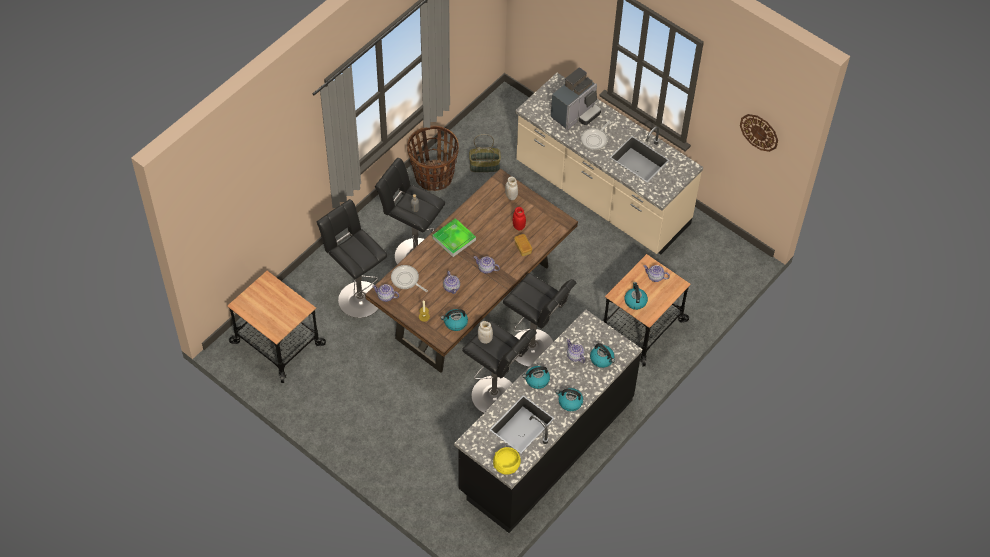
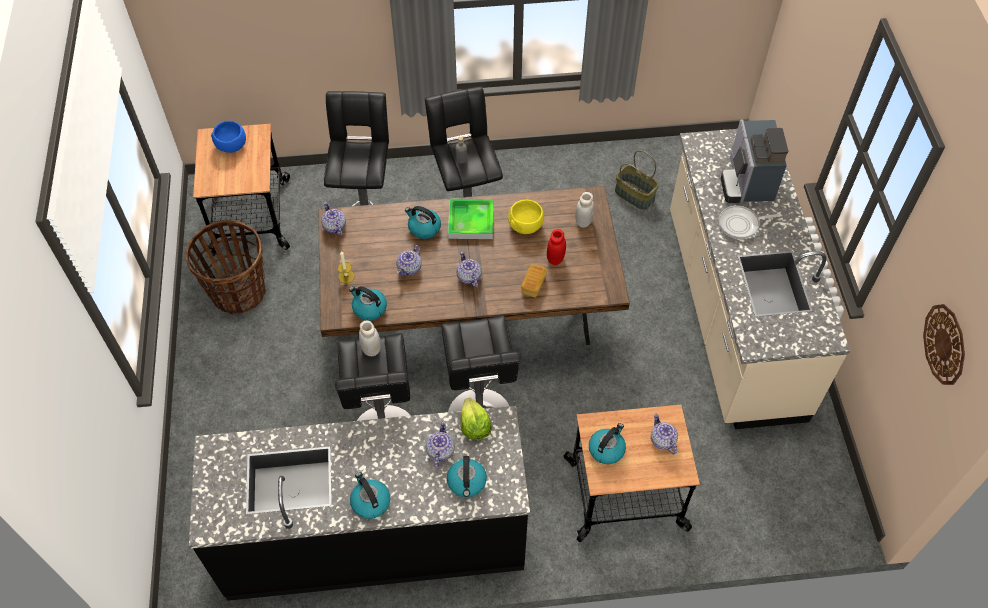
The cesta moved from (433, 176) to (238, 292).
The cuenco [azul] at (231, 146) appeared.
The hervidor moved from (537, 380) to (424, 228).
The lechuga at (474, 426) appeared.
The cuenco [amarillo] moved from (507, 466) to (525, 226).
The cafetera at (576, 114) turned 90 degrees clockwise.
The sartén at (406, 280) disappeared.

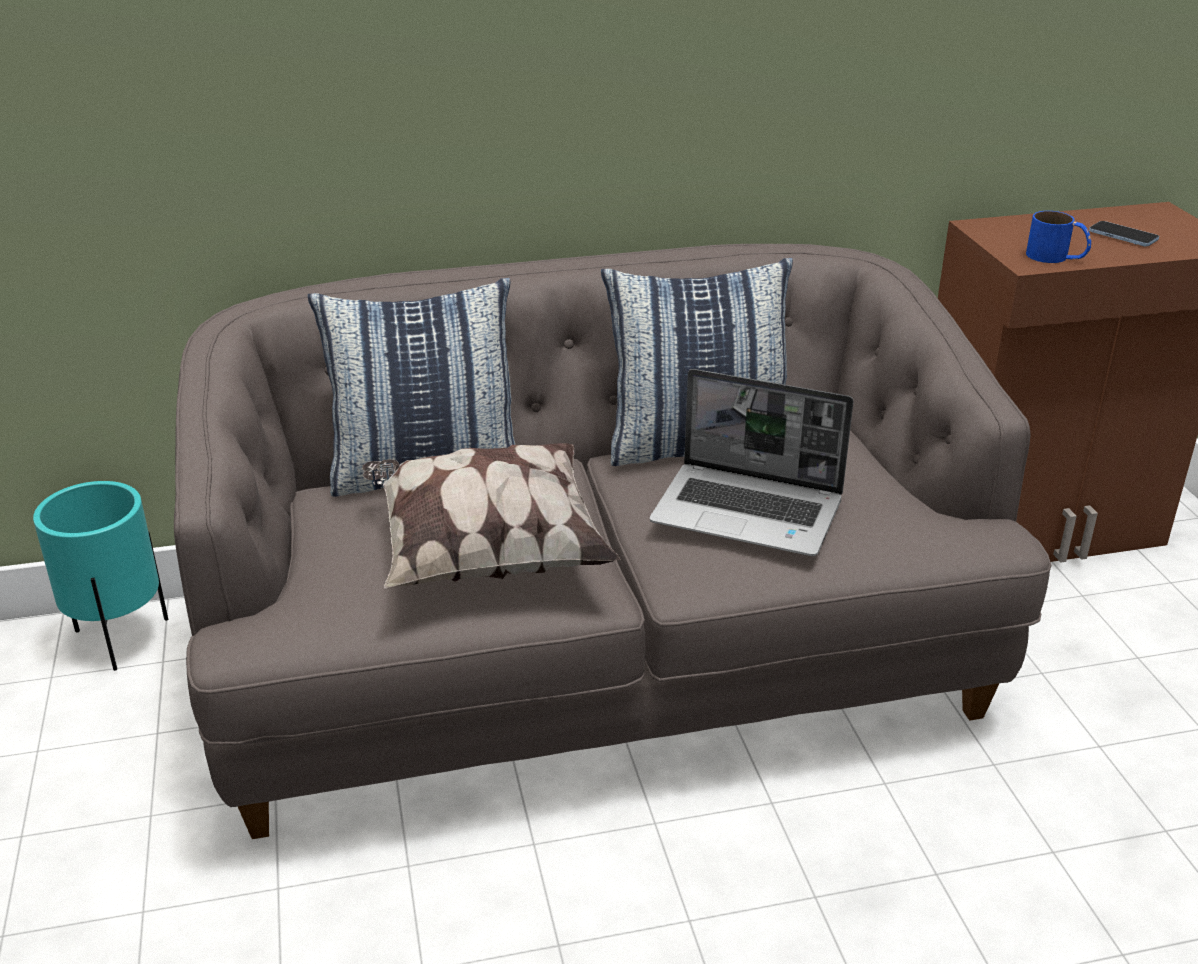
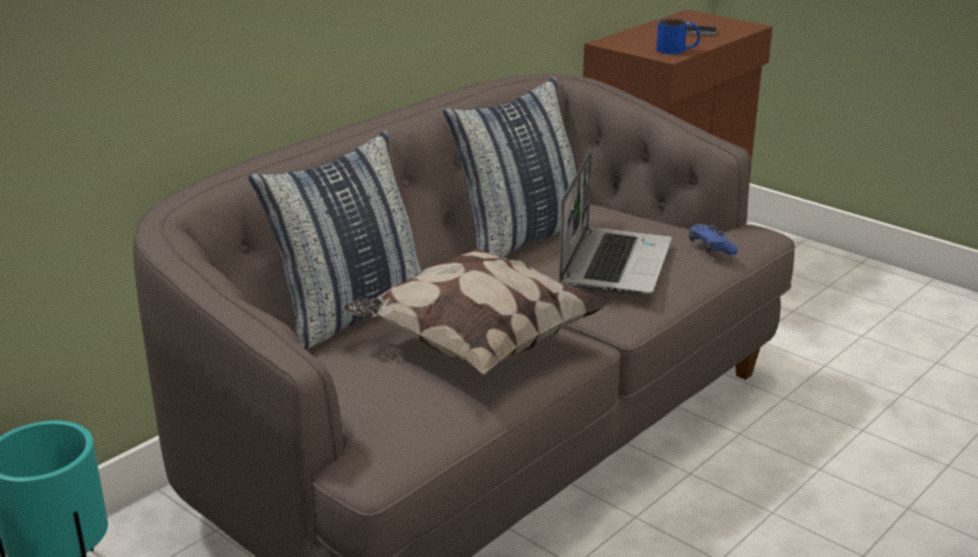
The portátil at (750, 512) turned 60 degrees counterclockwise.
The mando de consola [azul] at (711, 247) appeared.

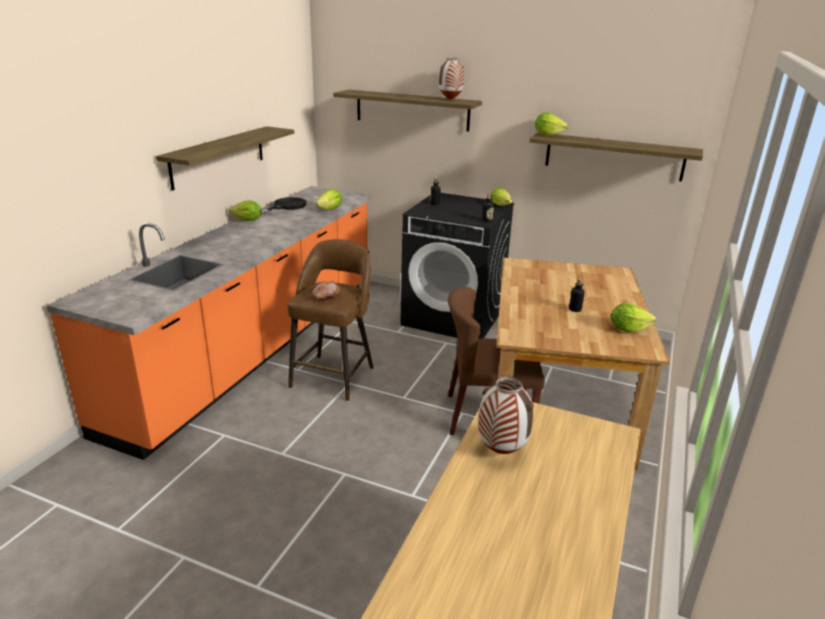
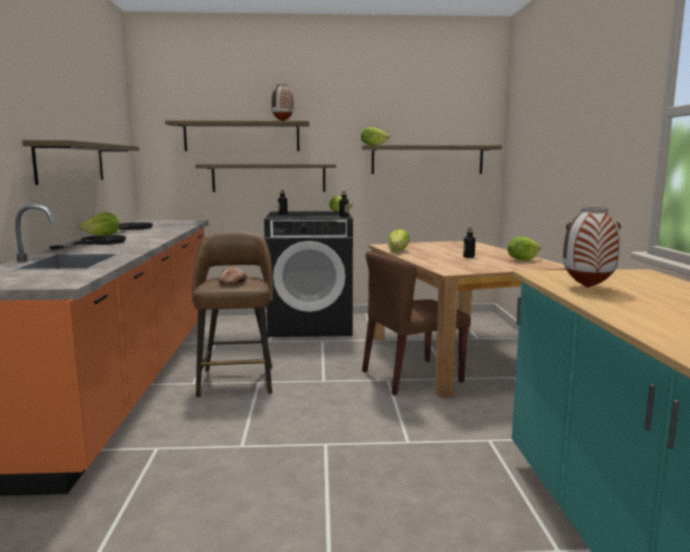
The sartén [negro] at (97, 243) appeared.
The estante at (269, 178) appeared.
The lechuga moved from (330, 209) to (398, 251).

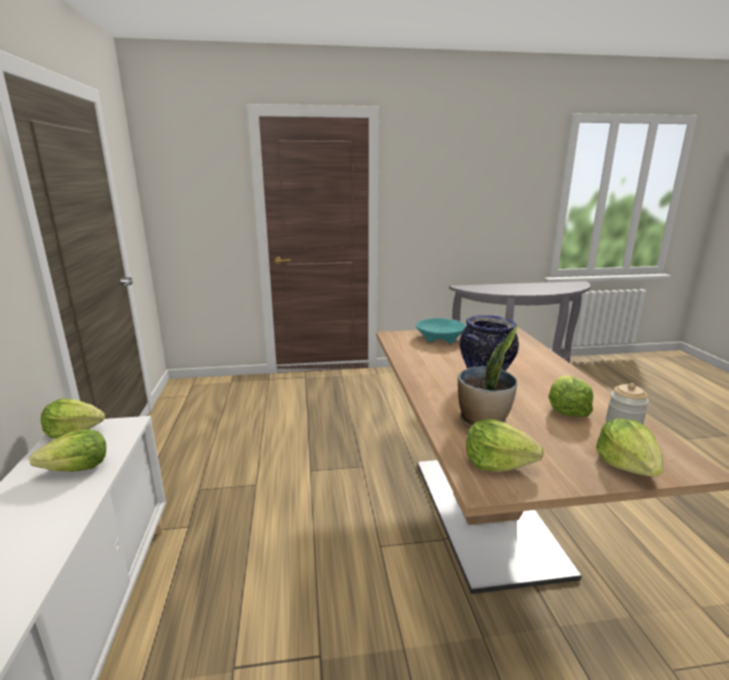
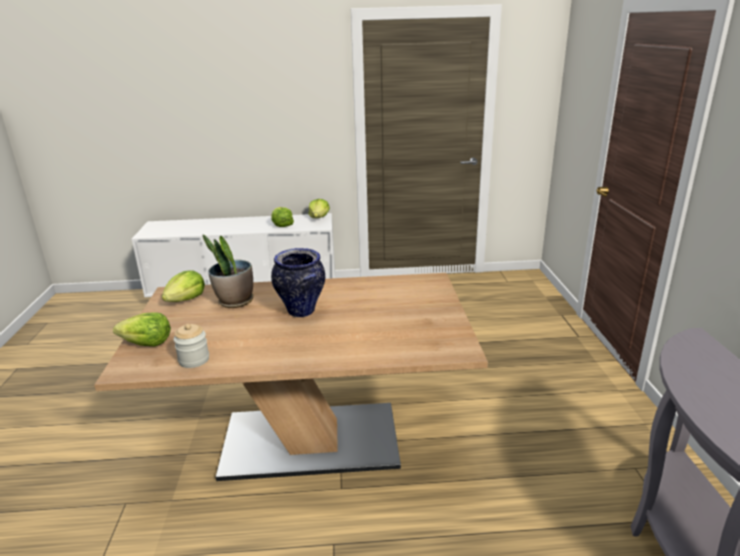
The cuenco [turquesa] at (439, 338) disappeared.
The lechuga at (567, 409) disappeared.

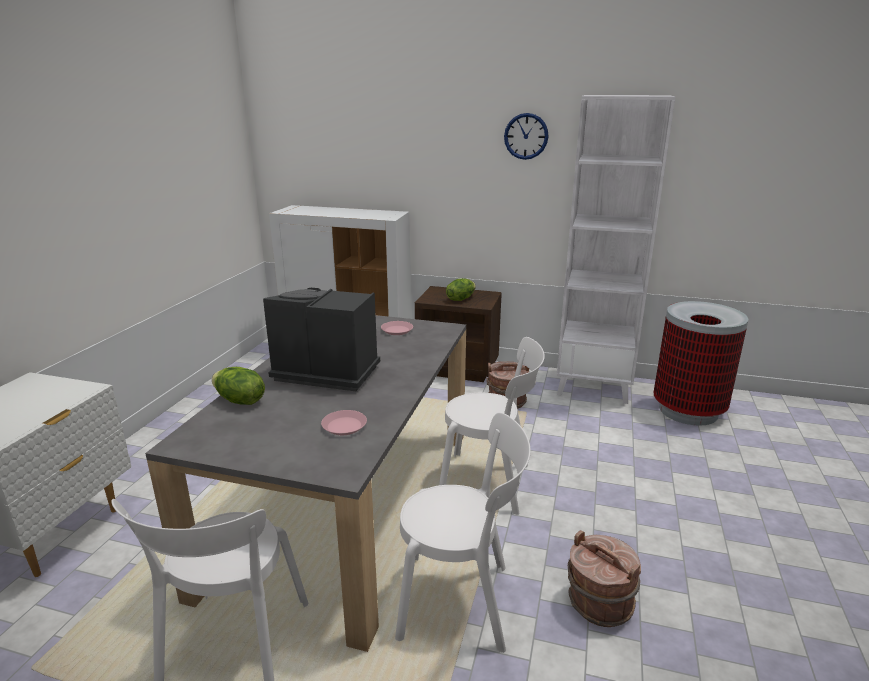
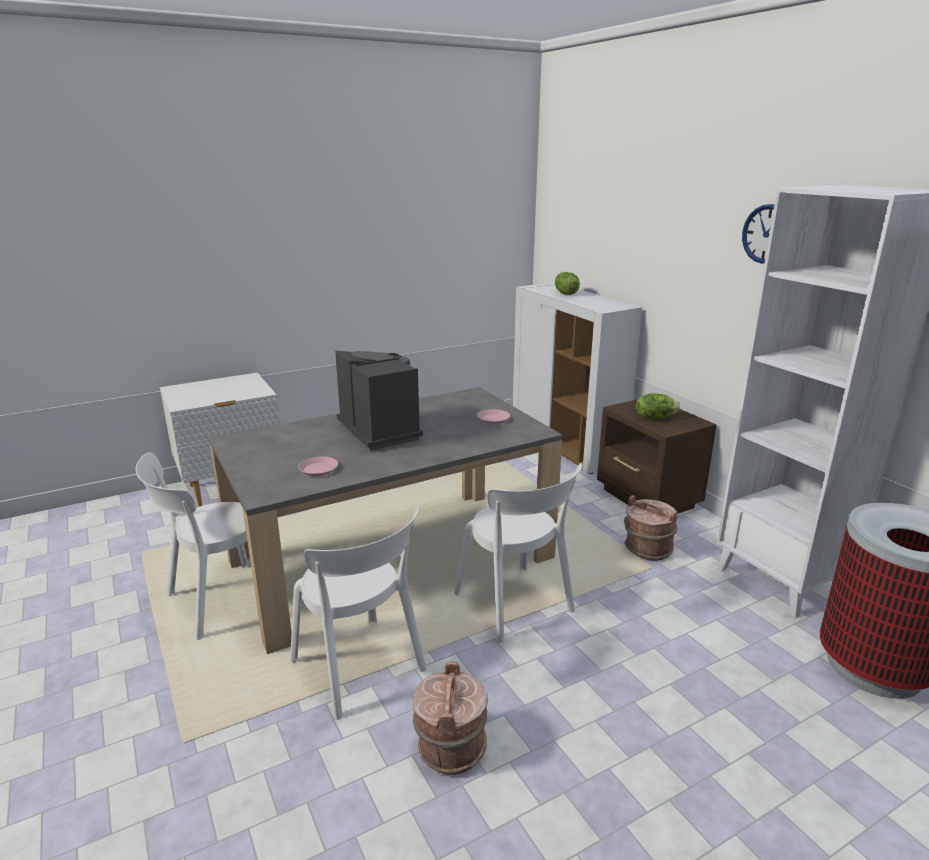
The lechuga moved from (239, 401) to (565, 293).

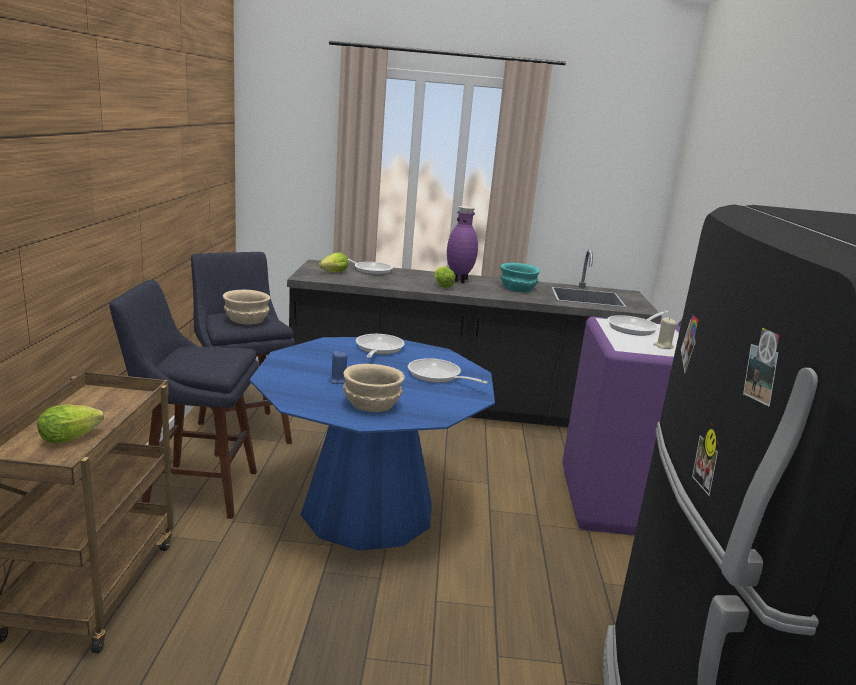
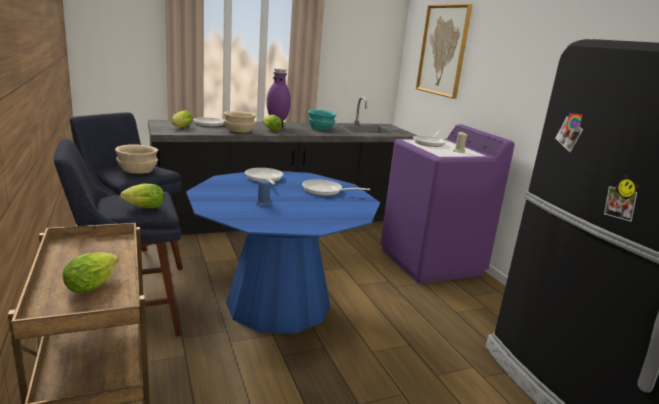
The lechuga at (142, 208) appeared.
The cuenco [beis] moved from (371, 404) to (238, 131).
The cuadro at (443, 50) appeared.

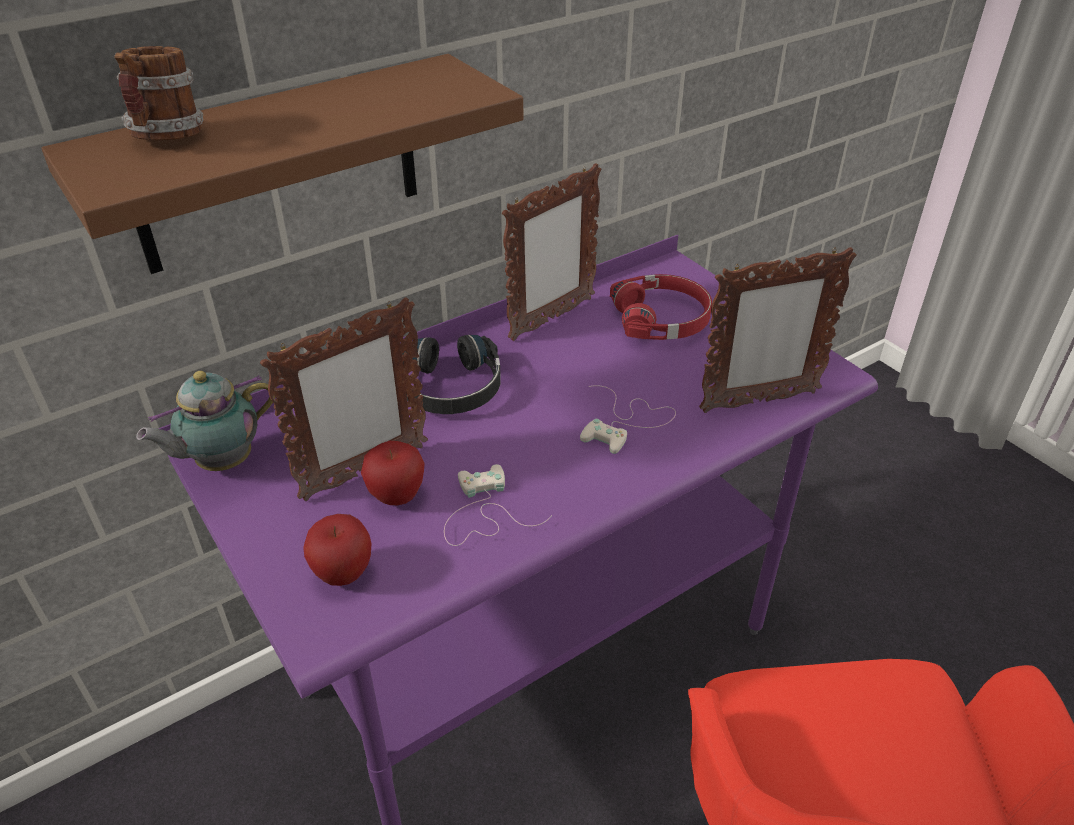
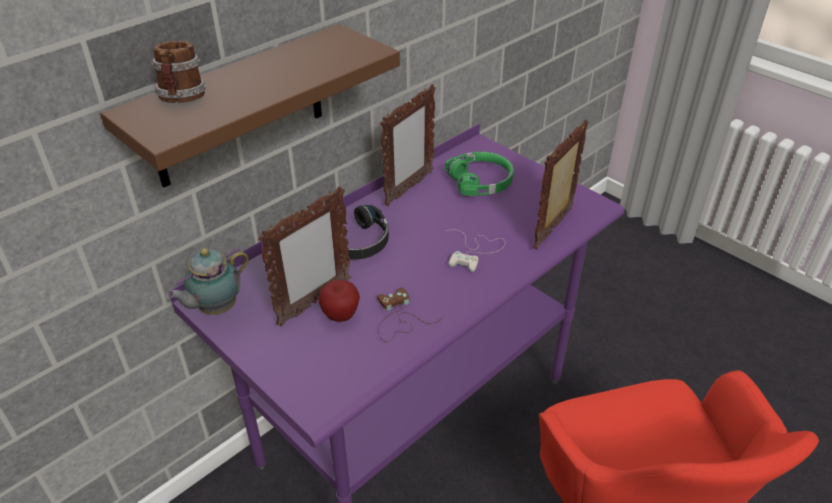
The mando de consola [blanco] at (483, 512) became the mando de consola [marrón] at (399, 318).
The auriculares [rojo] at (662, 319) became the auriculares [verde] at (481, 181).
The portarretratos at (758, 401) turned 150 degrees clockwise.
The manzana at (343, 574) disappeared.

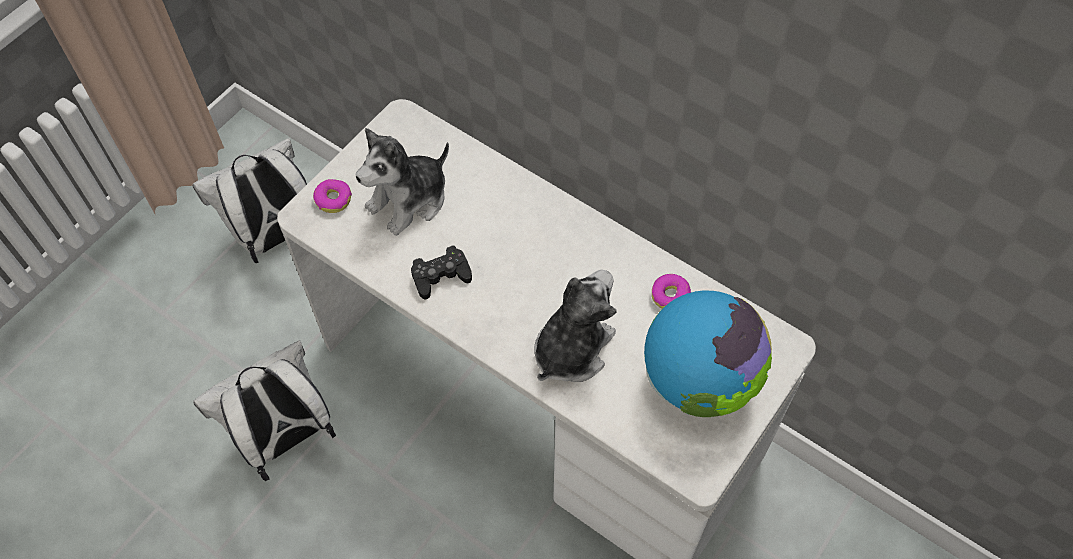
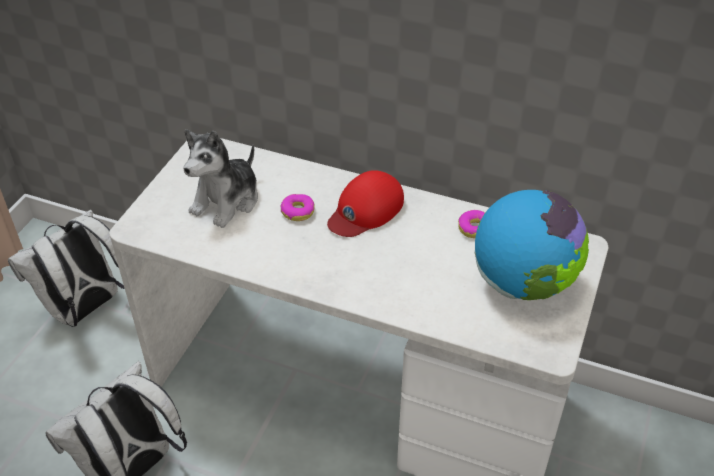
The rosquilla moved from (333, 199) to (298, 211).
The gorra [rojo] at (365, 210) appeared.
The mando de consola [negro] at (441, 276) disappeared.
The peluche at (571, 349) disappeared.

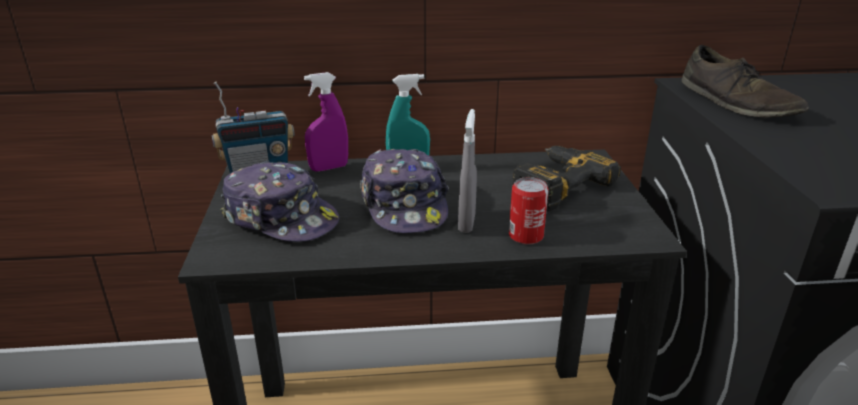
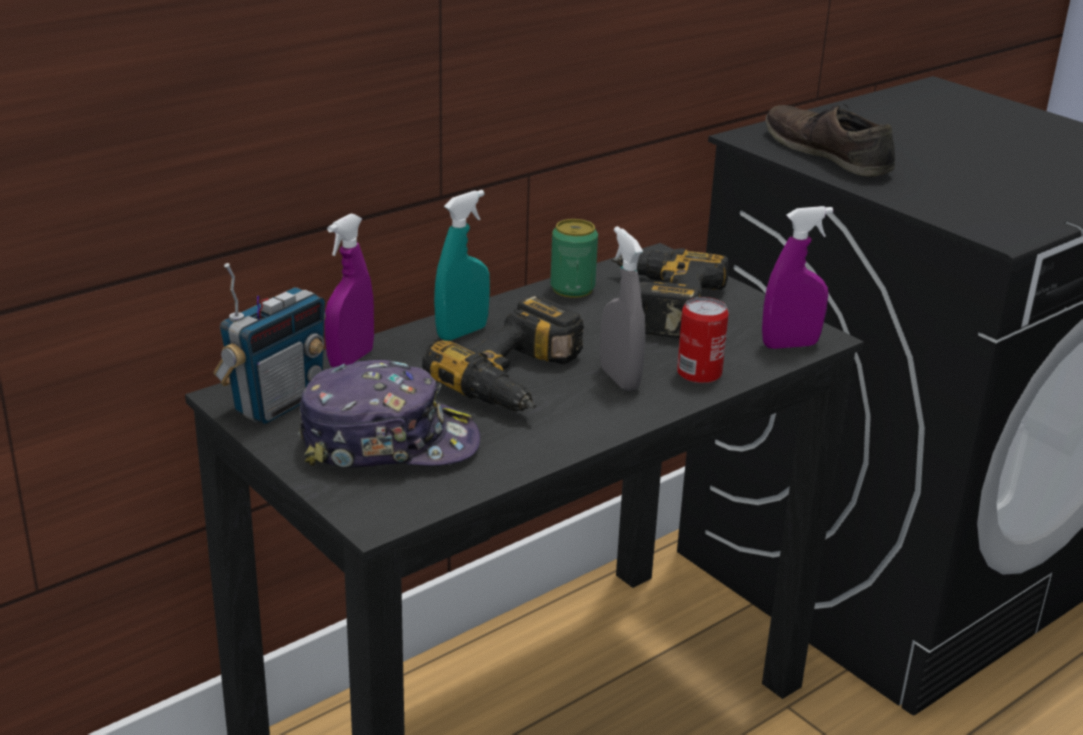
The gorra at (405, 205) was replaced by the taladro at (521, 379).
The lata at (572, 288) appeared.
The pulverizador [morado] at (790, 345) appeared.
The zapato [marrón] at (736, 102) turned 150 degrees counterclockwise.

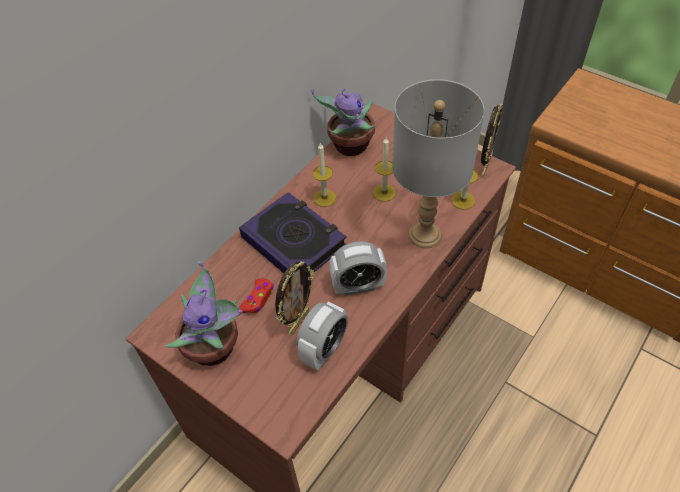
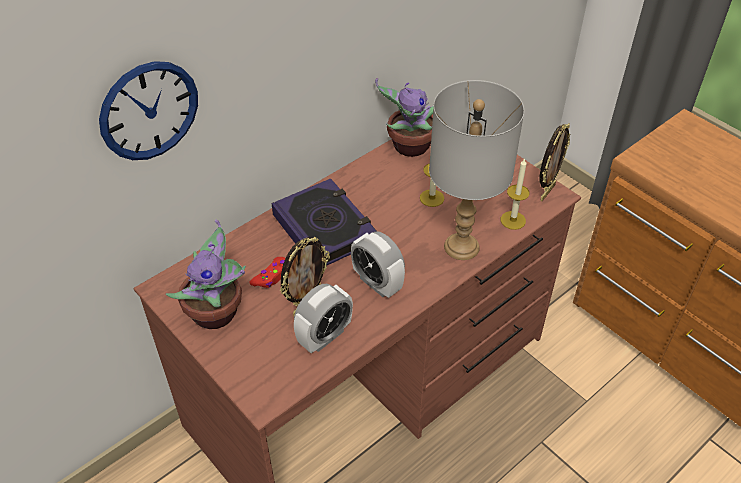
The reloj de pared at (149, 111) appeared.
The despertador at (358, 286) turned 45 degrees clockwise.
The vela at (324, 198) disappeared.

